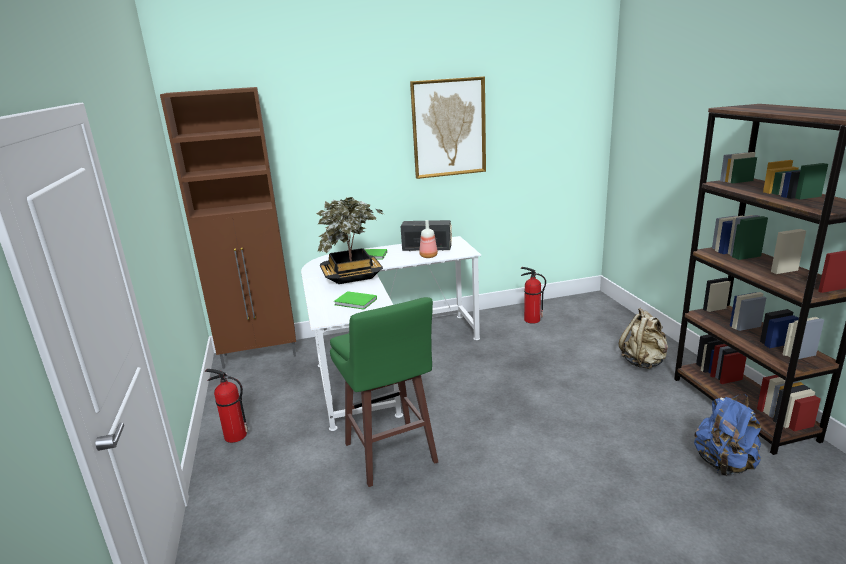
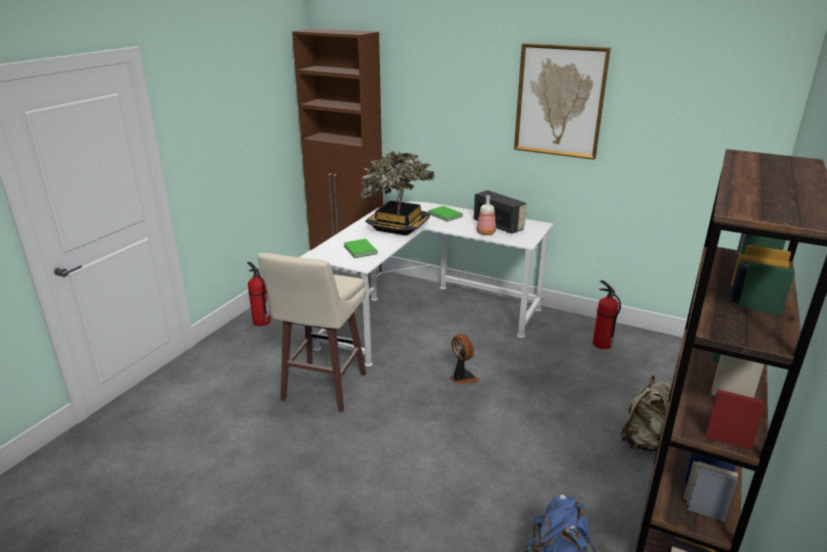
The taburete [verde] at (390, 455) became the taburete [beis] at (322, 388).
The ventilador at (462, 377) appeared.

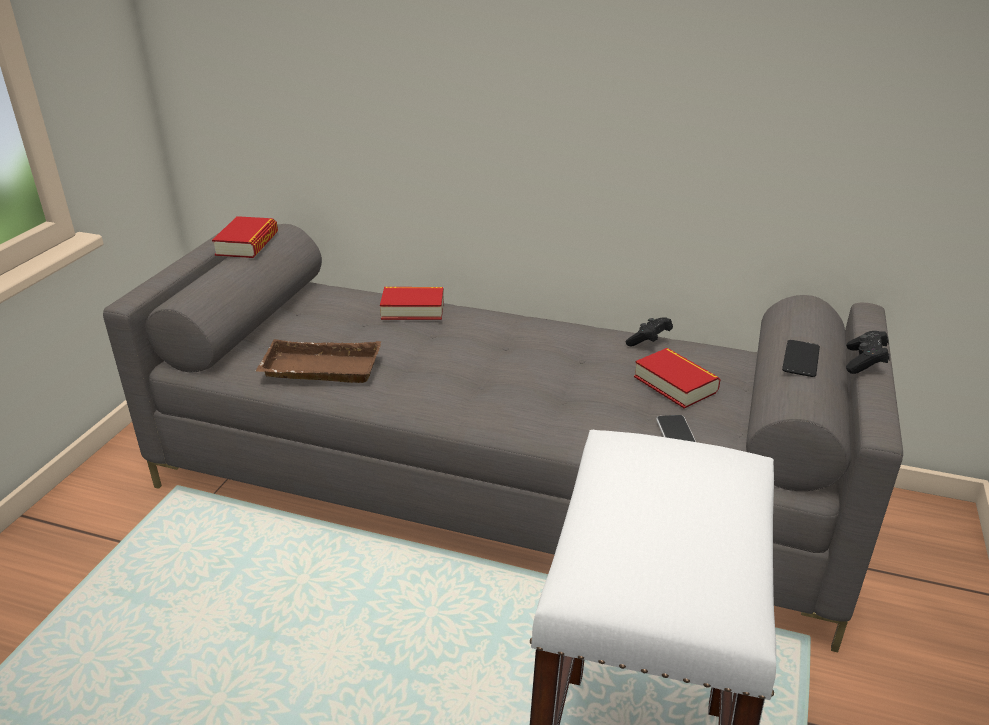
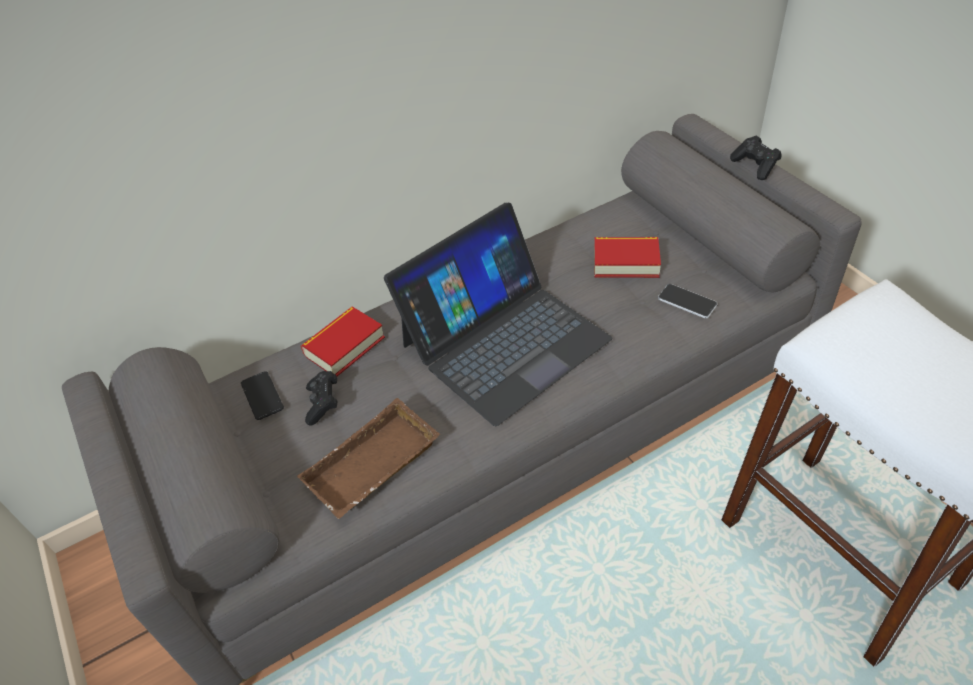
The móvil moved from (800, 359) to (262, 396).
The mando de consola [negro] moved from (649, 341) to (323, 404).
The portátil at (504, 341) appeared.
The libro at (247, 244) disappeared.

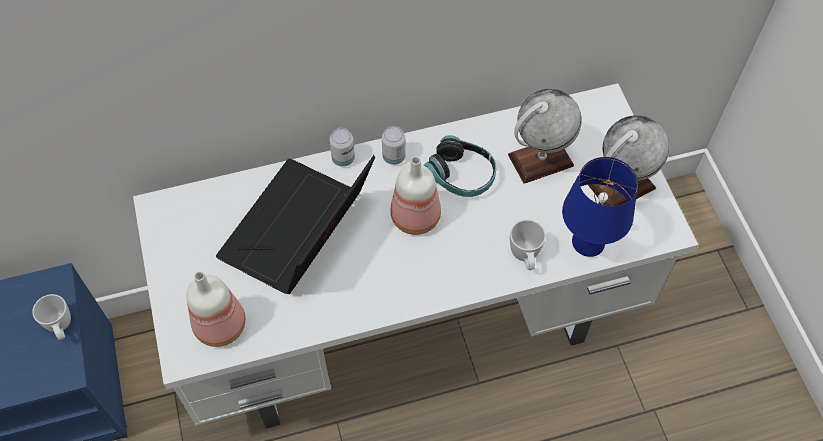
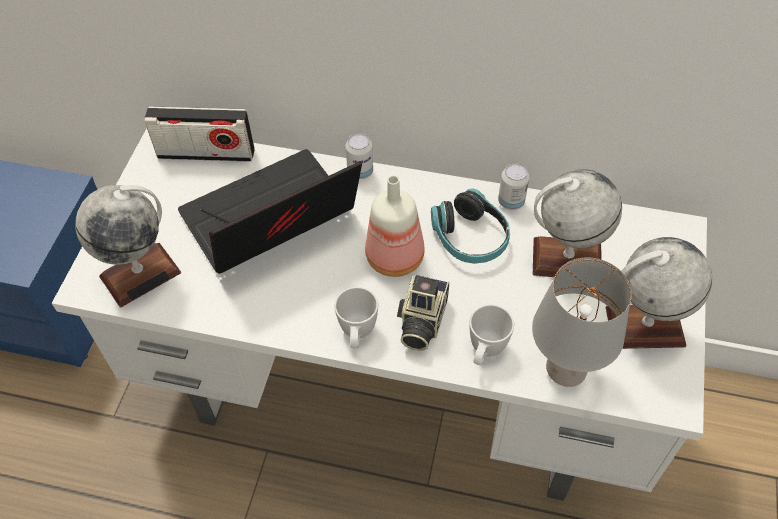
The botella at (222, 325) was replaced by the globo terráqueo at (140, 274).
The radio at (206, 153) appeared.
The taza grande [blanco] moved from (61, 328) to (357, 334).
The cámara at (420, 322) appeared.
The lata moved from (394, 157) to (511, 202).
The lámpara de mesa [azul] at (588, 245) became the lámpara de mesa [gris] at (566, 371).

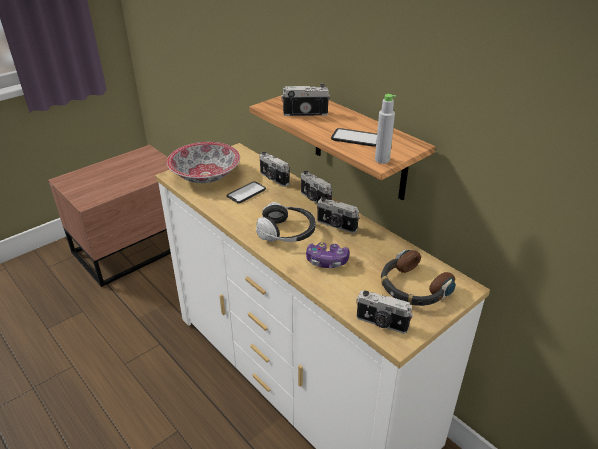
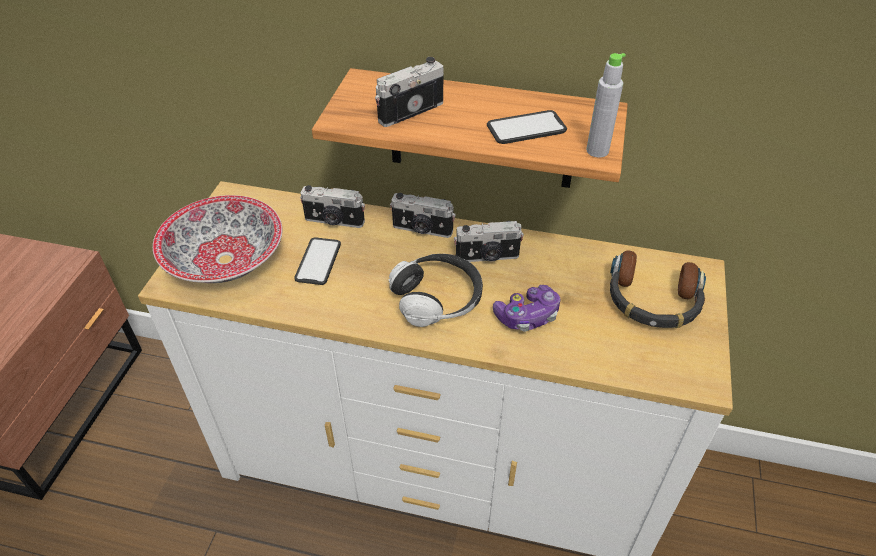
The cámara at (381, 323) disappeared.

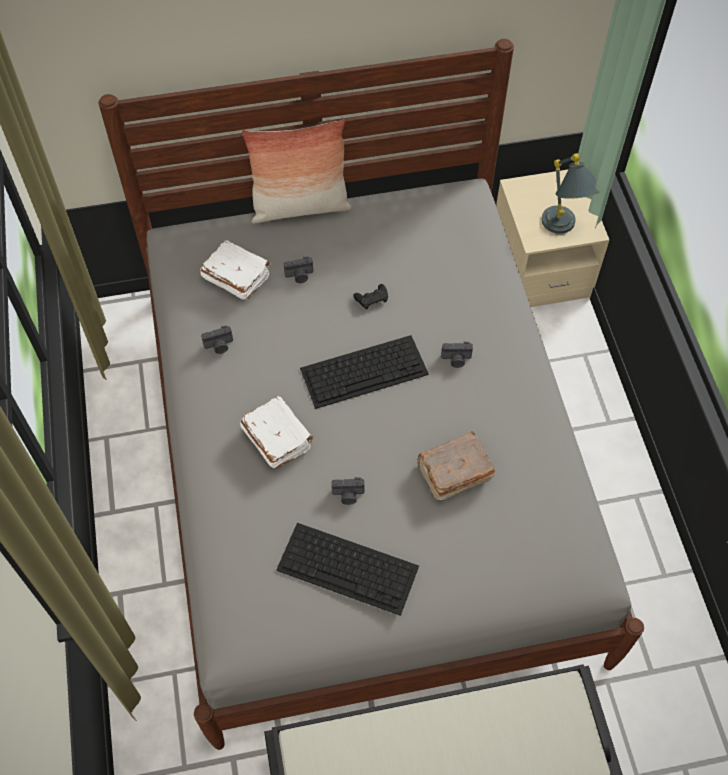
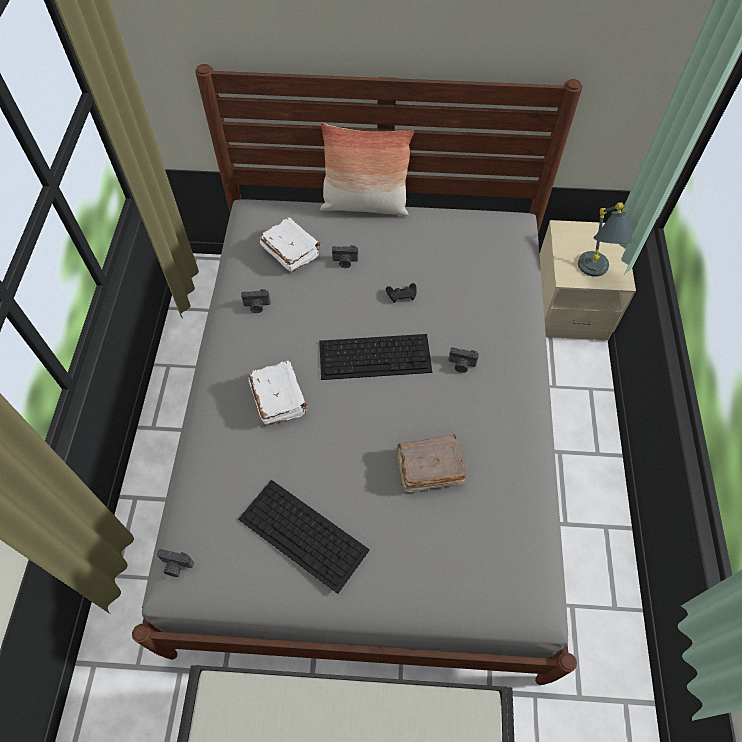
The cámara moved from (348, 495) to (176, 566).

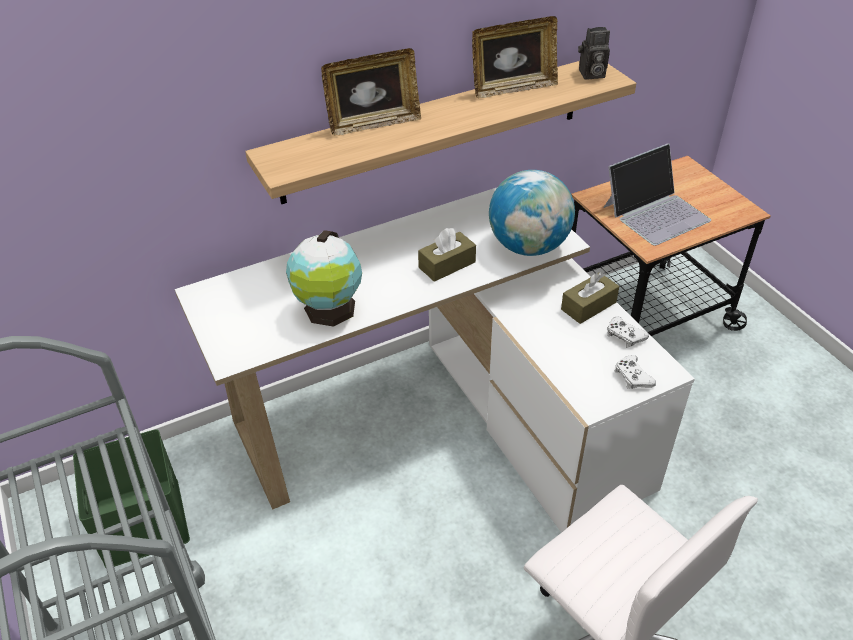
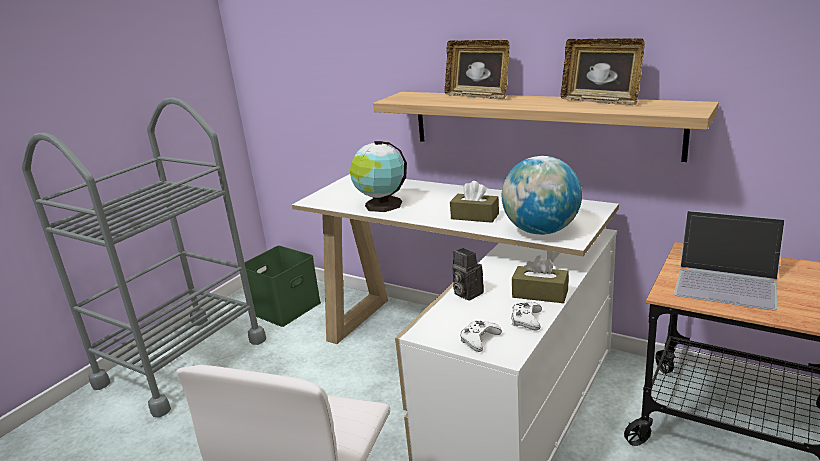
The cámara moved from (591, 74) to (466, 293).

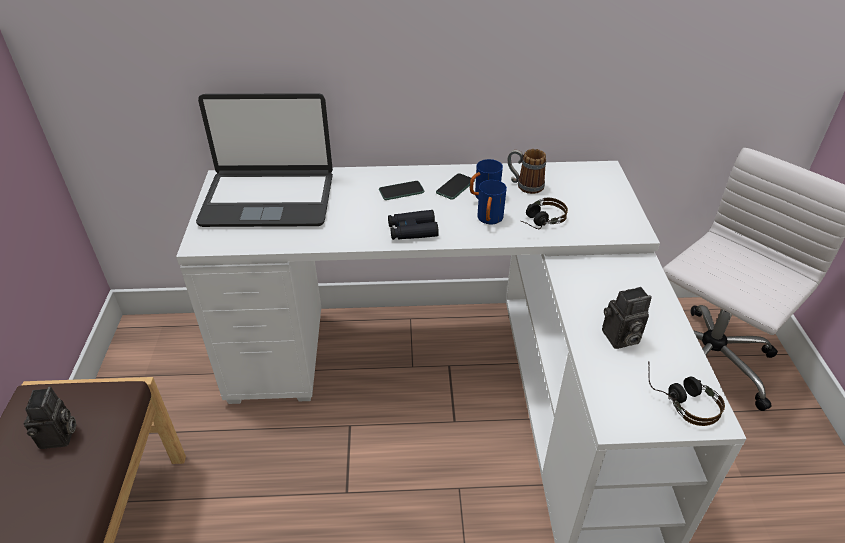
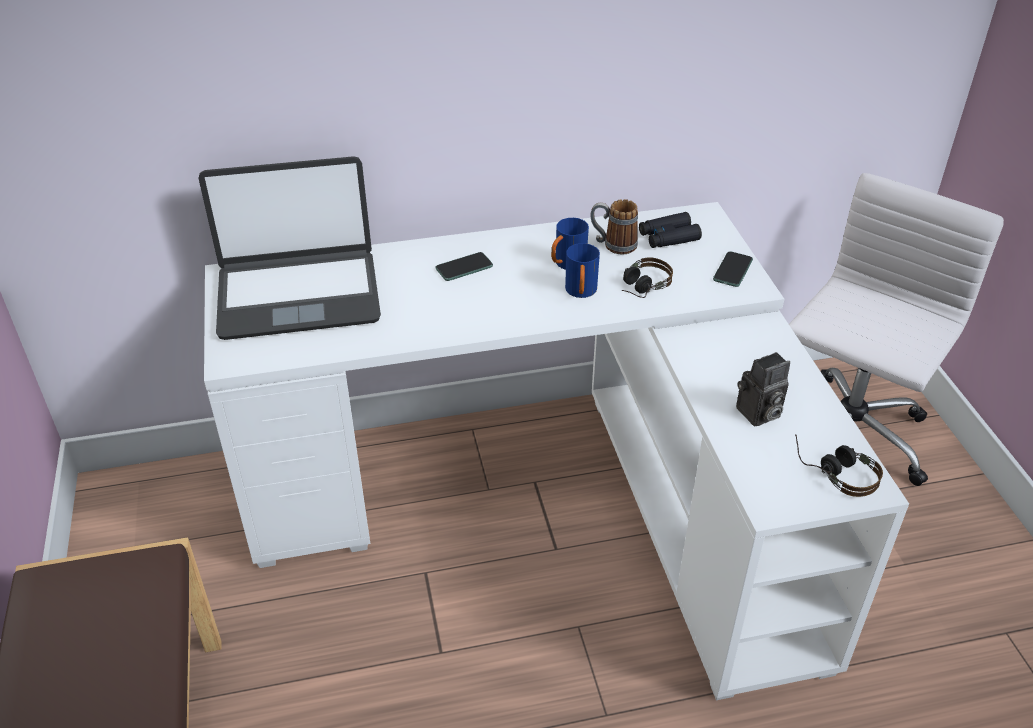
The prismáticos [negro] moved from (412, 230) to (668, 237).
The móvil moved from (455, 187) to (732, 270).
The cámara at (59, 437) disappeared.

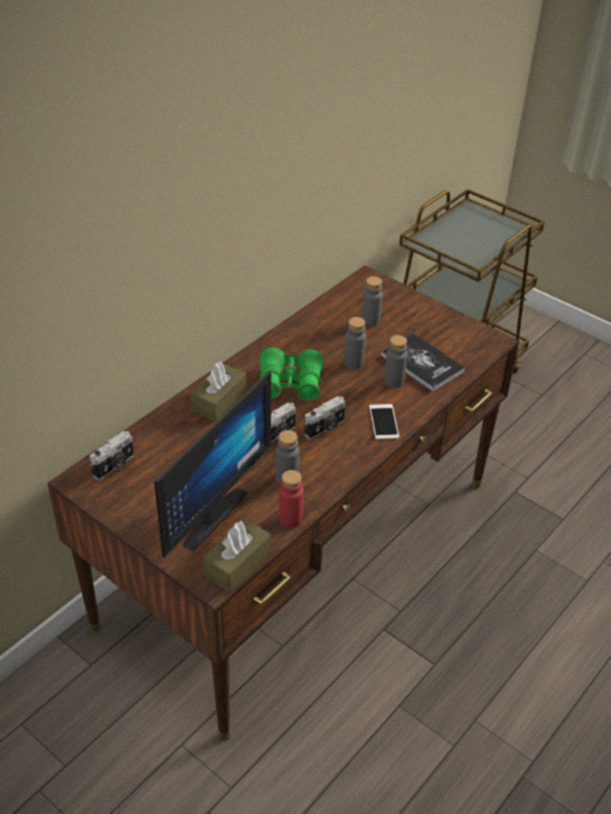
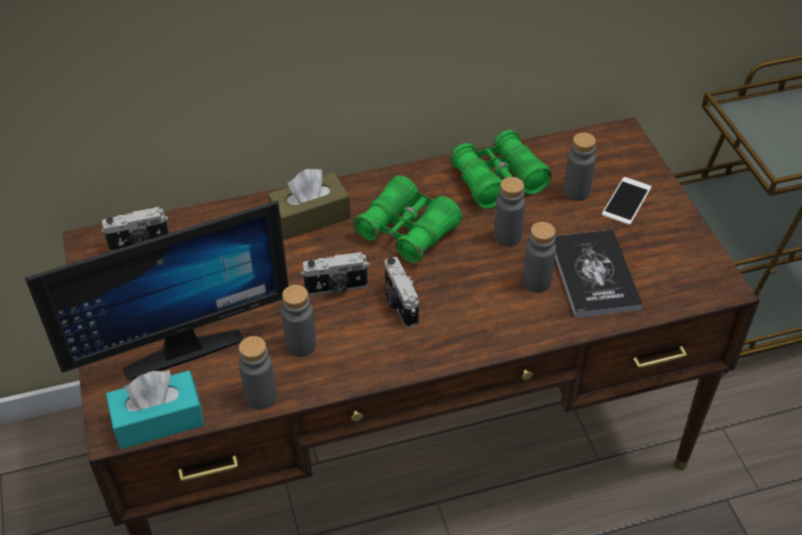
The caja de pañuelos [marrón] at (237, 563) became the caja de pañuelos [turquesa] at (158, 420).
The botella [rojo] at (290, 519) became the botella [gris] at (261, 397).
The cámara at (325, 428) turned 75 degrees clockwise.
The prismáticos [verde] at (498, 181) appeared.
The móvil moved from (383, 422) to (626, 201).

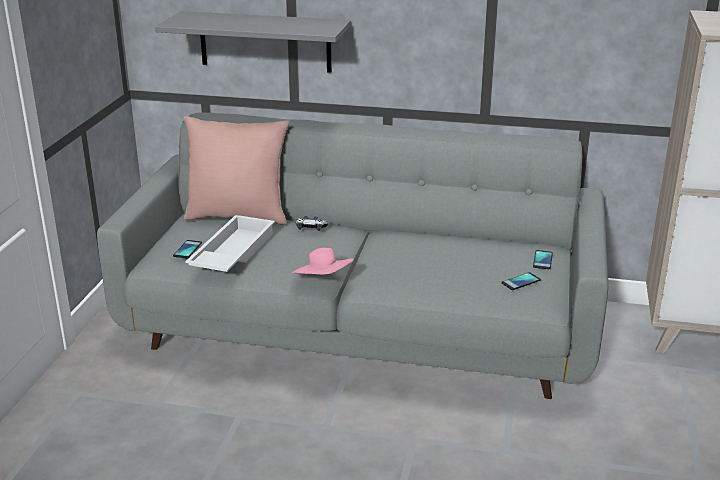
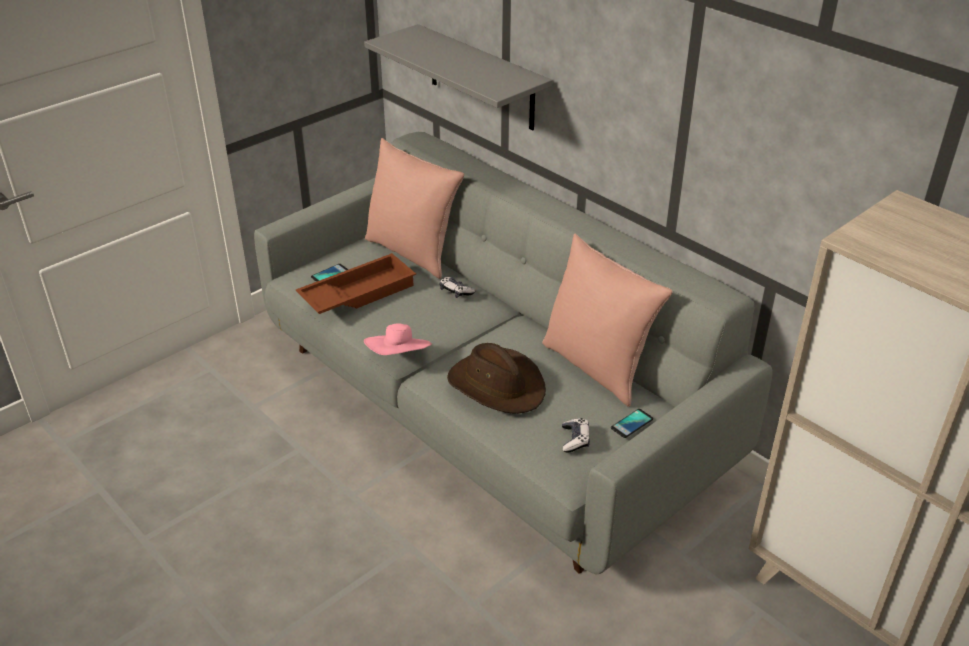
The bandeja [blanco] at (231, 253) became the bandeja [marrón] at (357, 292).
The sombrero [marrón] at (497, 385) appeared.
The cojín [rosa] at (597, 367) appeared.
The móvil at (521, 282) was replaced by the mando de consola at (575, 440).

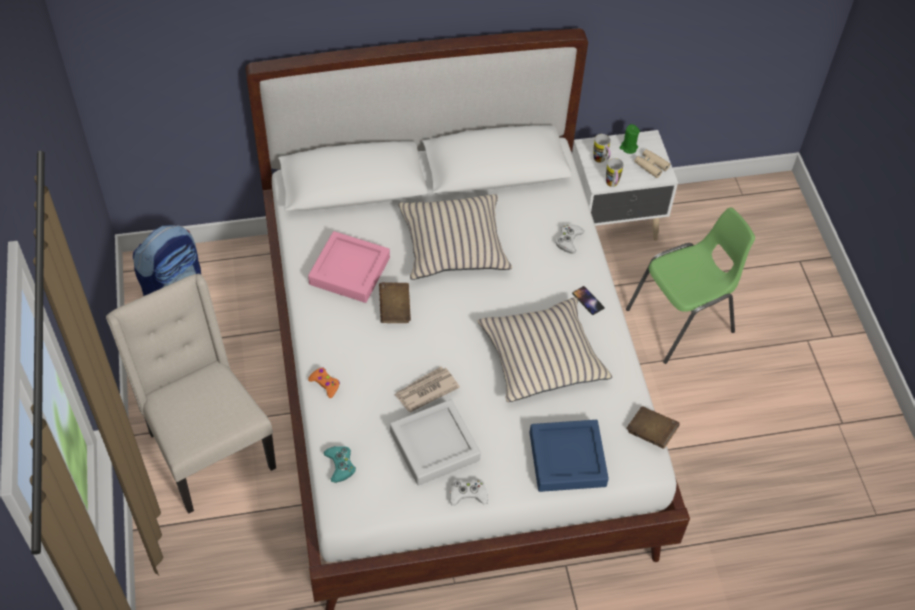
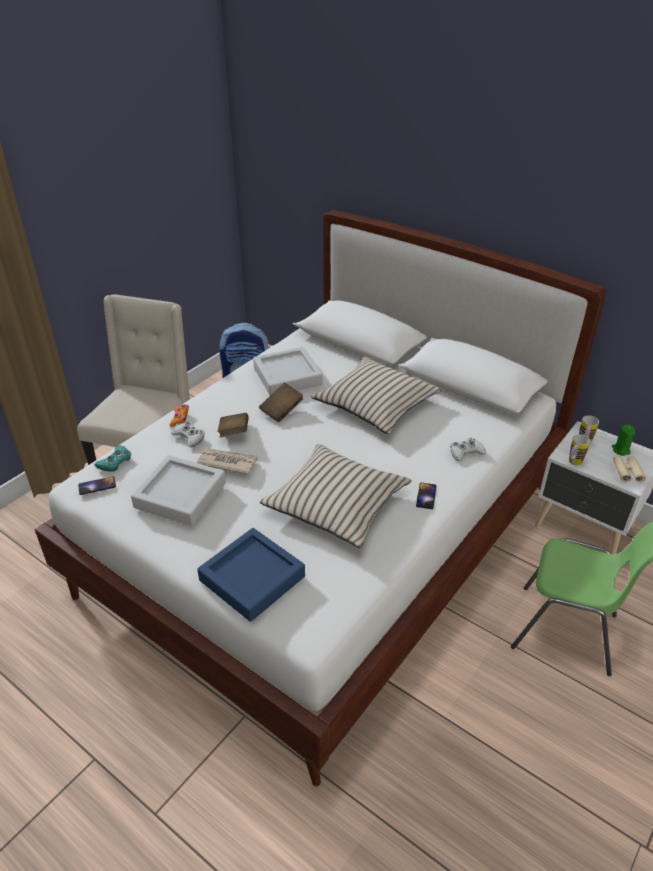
The móvil at (97, 486) appeared.
The mando de consola [blanco] moved from (468, 494) to (189, 437).
The libro [marrón] moved from (651, 433) to (234, 433).
The bandeja [rosa] at (349, 271) became the bandeja [gris] at (287, 376).

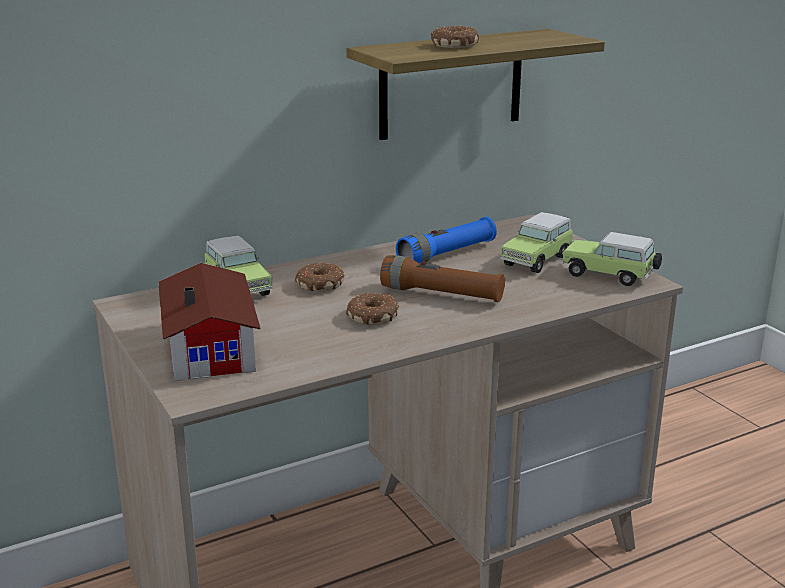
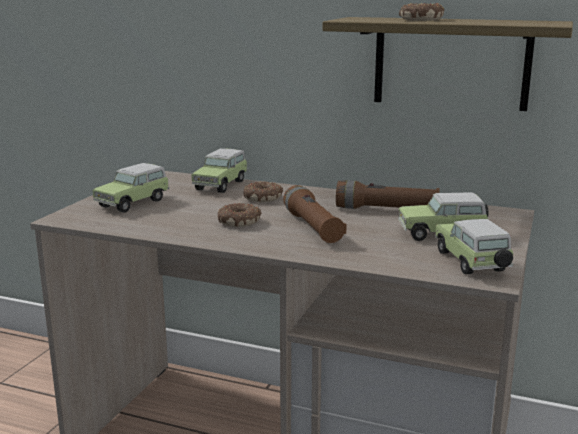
The casita at (213, 343) was replaced by the coche de juguete at (134, 203).
The linterna [azul] at (447, 254) became the linterna [marrón] at (386, 210).

